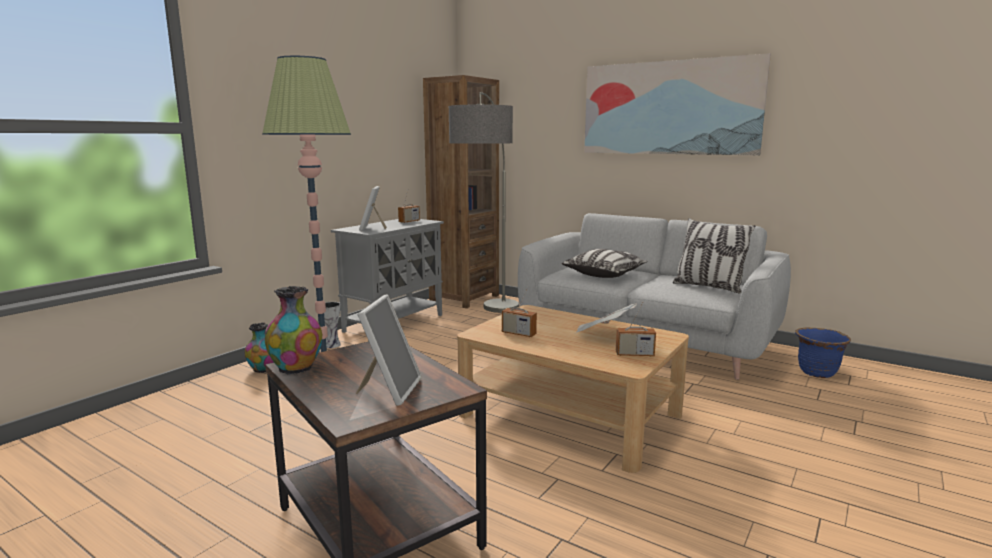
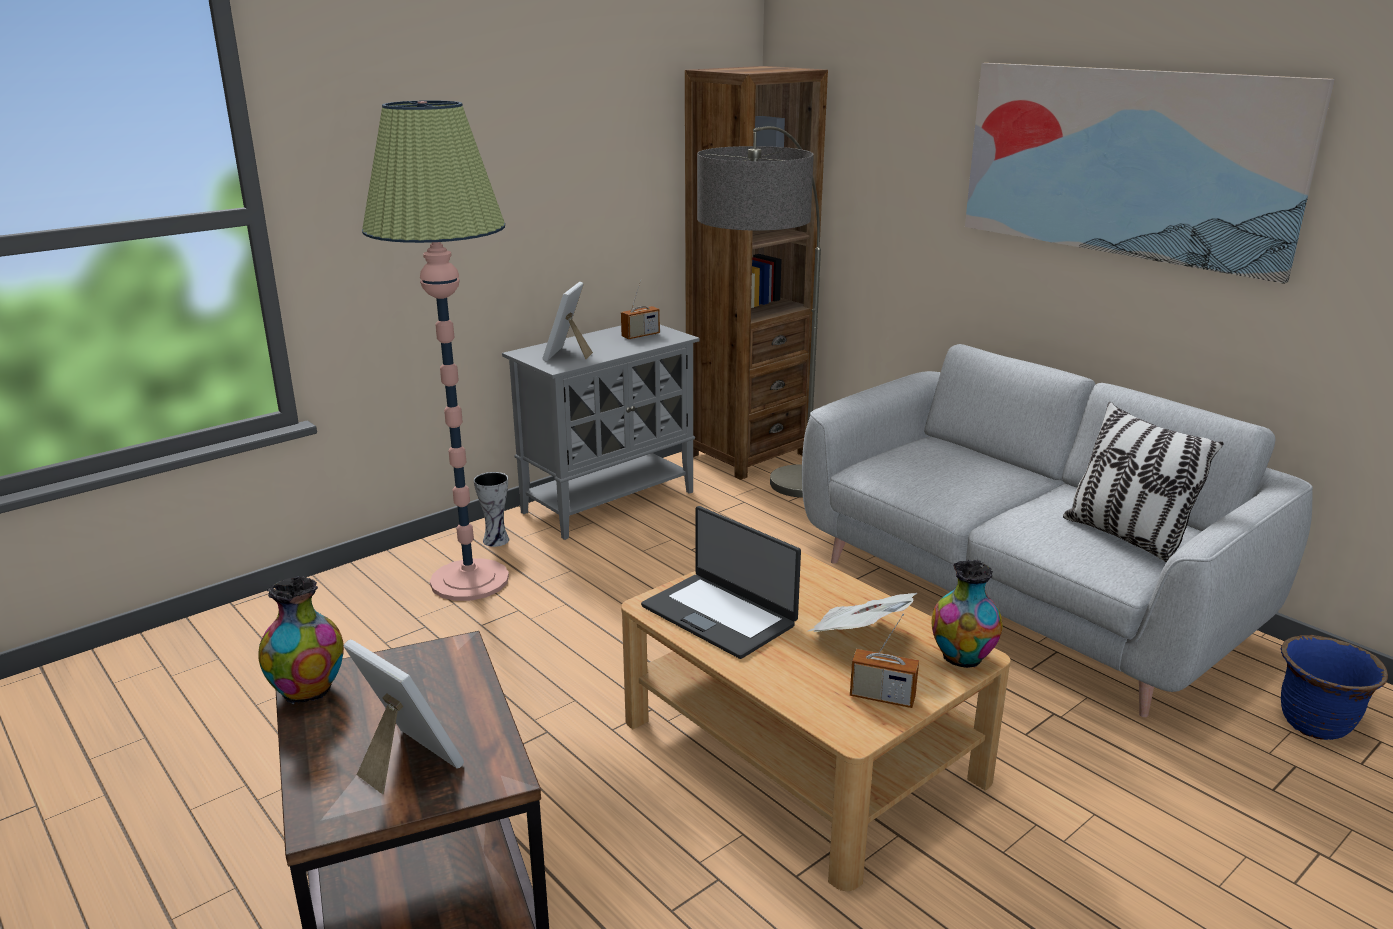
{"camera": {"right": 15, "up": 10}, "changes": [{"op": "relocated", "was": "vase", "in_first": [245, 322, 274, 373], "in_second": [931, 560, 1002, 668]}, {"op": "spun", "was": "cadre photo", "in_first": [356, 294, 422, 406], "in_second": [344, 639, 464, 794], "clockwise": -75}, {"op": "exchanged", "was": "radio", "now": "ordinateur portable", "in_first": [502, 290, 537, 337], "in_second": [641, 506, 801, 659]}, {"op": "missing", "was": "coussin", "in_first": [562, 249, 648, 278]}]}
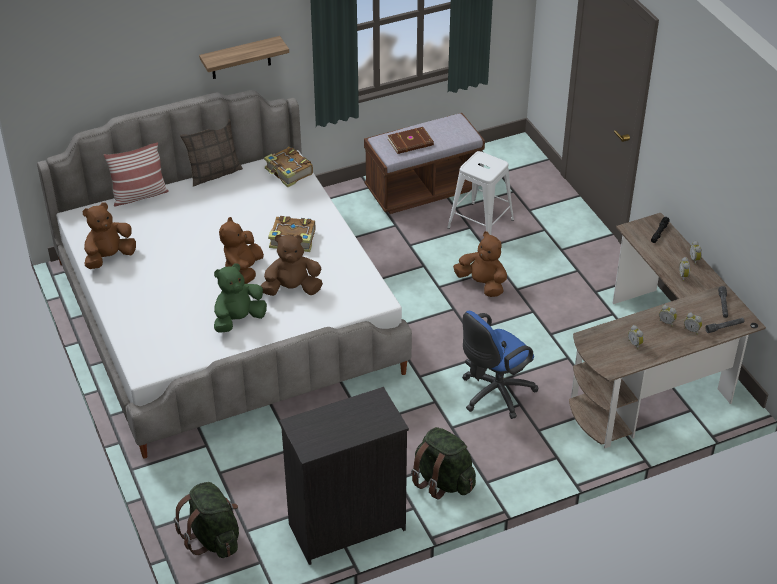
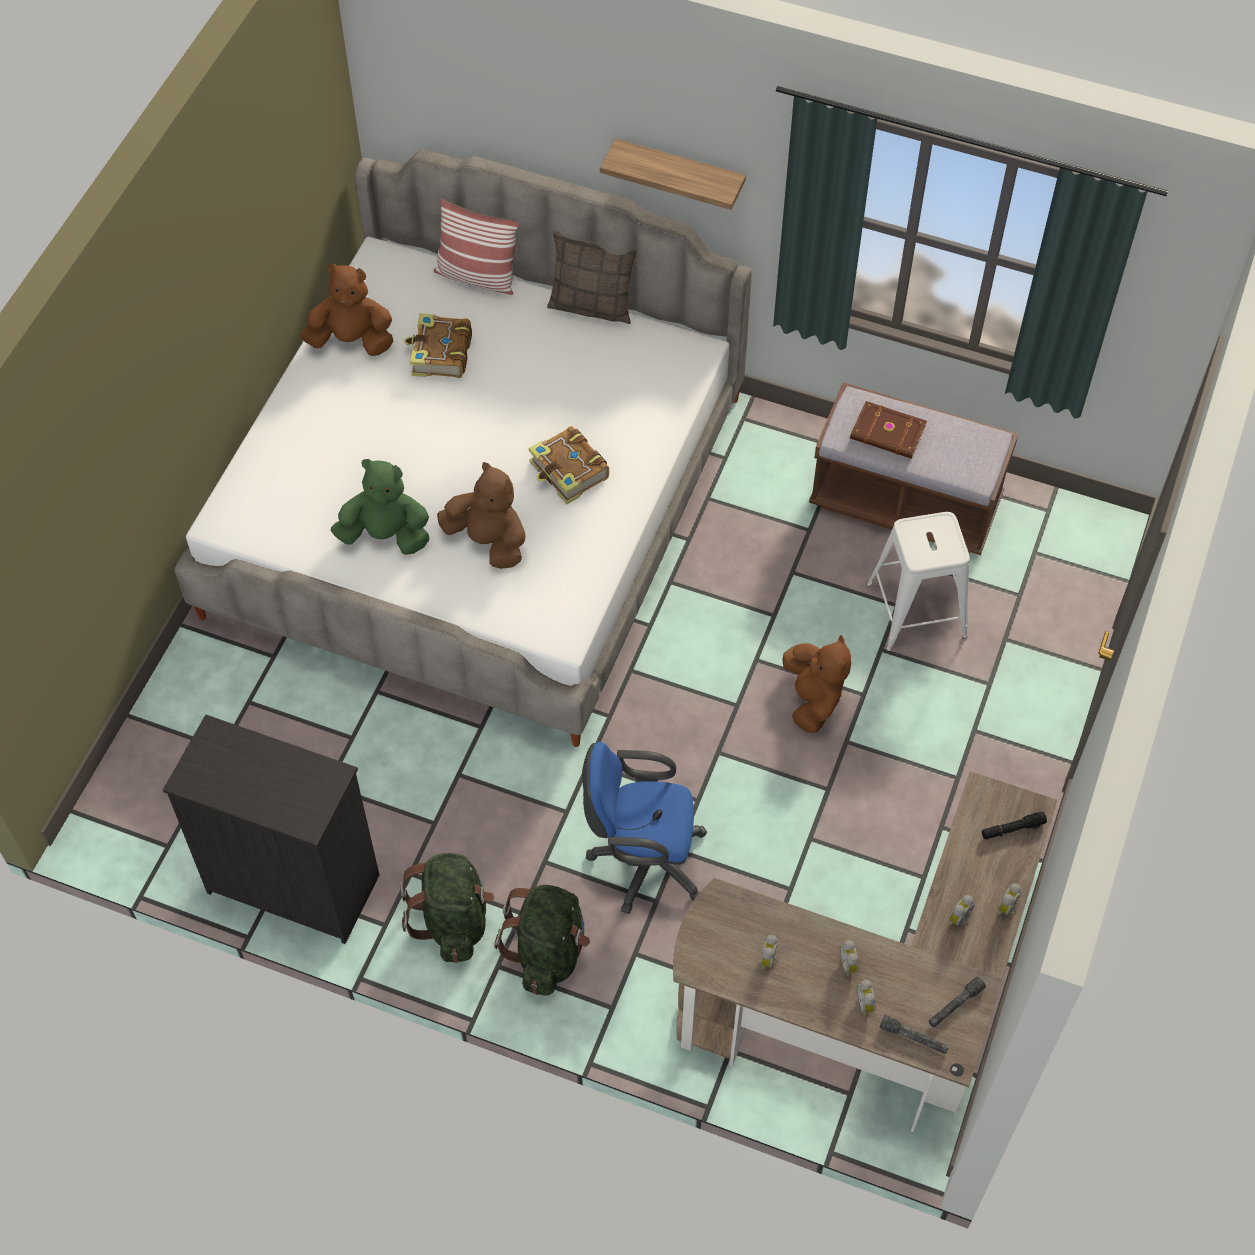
{"camera": {"right": 45, "up": 15}, "changes": [{"op": "relocated", "was": "sac à dos (vert)", "in_first": [174, 482, 239, 558], "in_second": [494, 885, 590, 996]}, {"op": "missing", "was": "peluche (marron)", "in_first": [219, 217, 264, 284]}, {"op": "relocated", "was": "livre", "in_first": [264, 147, 313, 187], "in_second": [404, 313, 472, 378]}]}
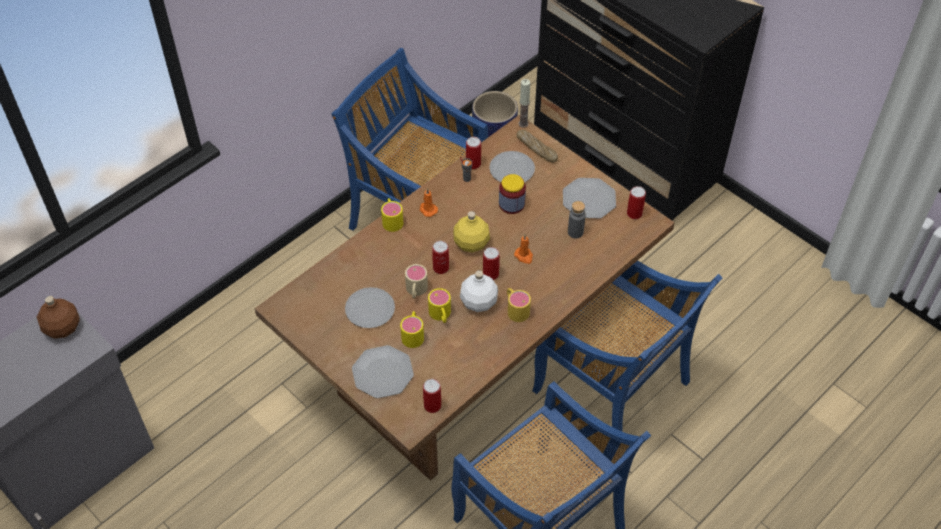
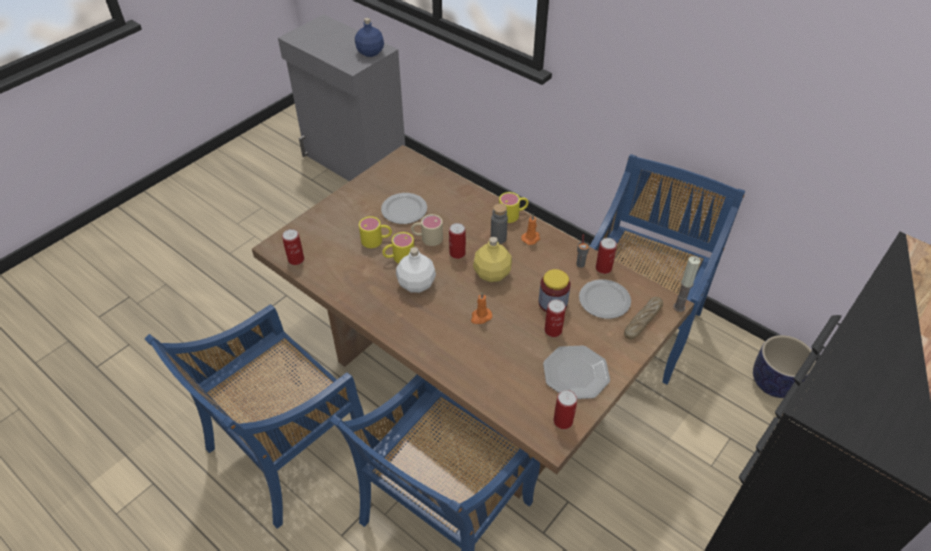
{"camera": {"right": 85, "up": -5}, "changes": [{"op": "colour", "was": "bouteille (marron)", "now": "bouteille (bleu)", "in_first": [37, 296, 79, 338], "in_second": [355, 18, 384, 57]}, {"op": "missing", "was": "assiette", "in_first": [352, 345, 414, 398]}, {"op": "relocated", "was": "boîte métallique", "in_first": [483, 247, 500, 280], "in_second": [545, 300, 566, 337]}, {"op": "missing", "was": "mug (jaune)", "in_first": [507, 288, 531, 322]}, {"op": "relocated", "was": "bouteille (gris)", "in_first": [568, 201, 586, 239], "in_second": [491, 203, 508, 244]}]}
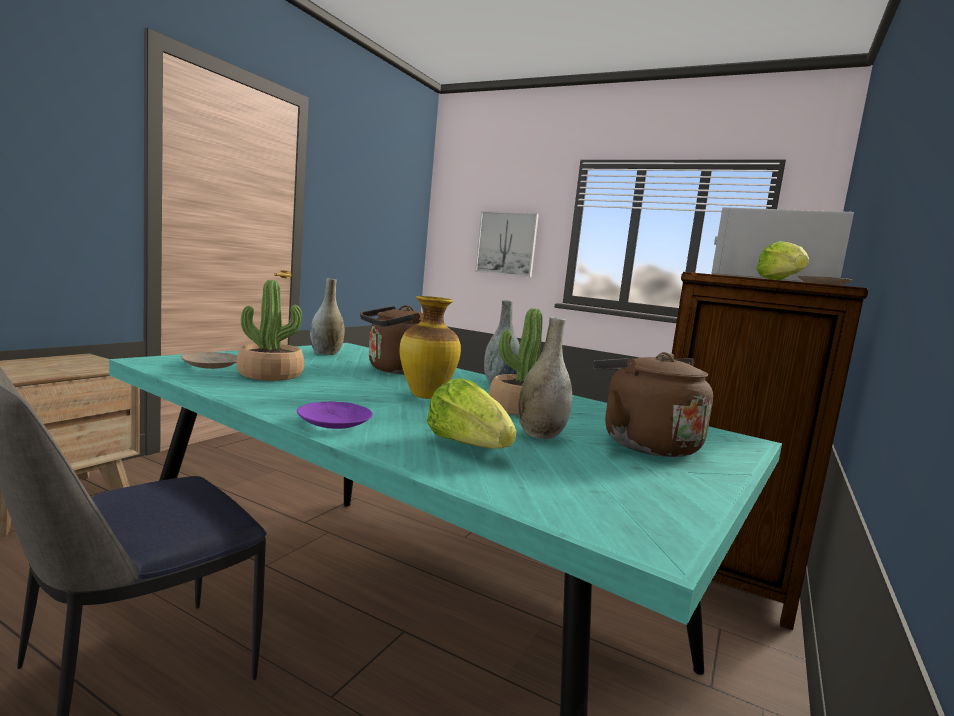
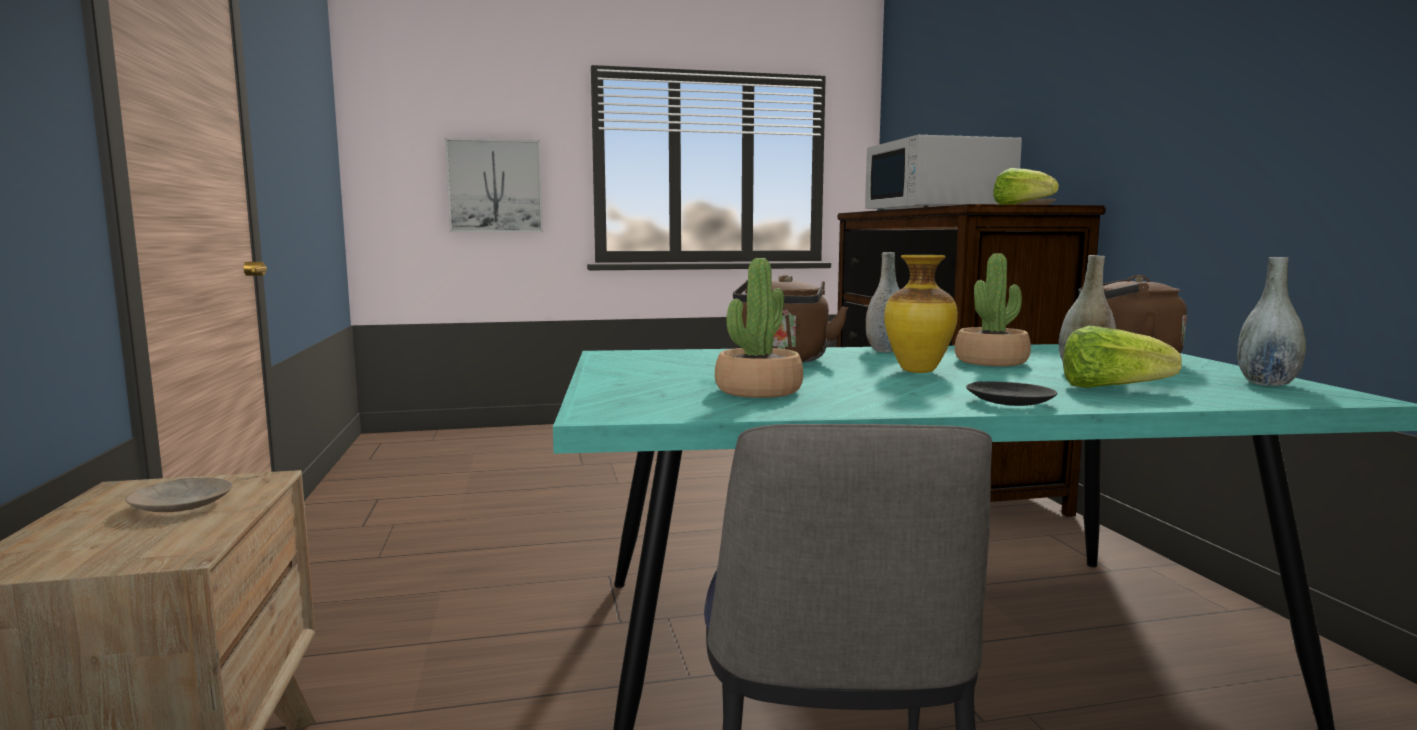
{"camera": {"right": -40, "up": 0}, "changes": [{"op": "relocated", "was": "assiette (beige)", "in_first": [181, 352, 237, 369], "in_second": [125, 478, 233, 512]}, {"op": "colour", "was": "assiette (violet)", "now": "assiette (noir)", "in_first": [297, 402, 373, 429], "in_second": [966, 381, 1057, 406]}, {"op": "relocated", "was": "vase (gris)", "in_first": [310, 278, 344, 355], "in_second": [1237, 257, 1306, 386]}]}
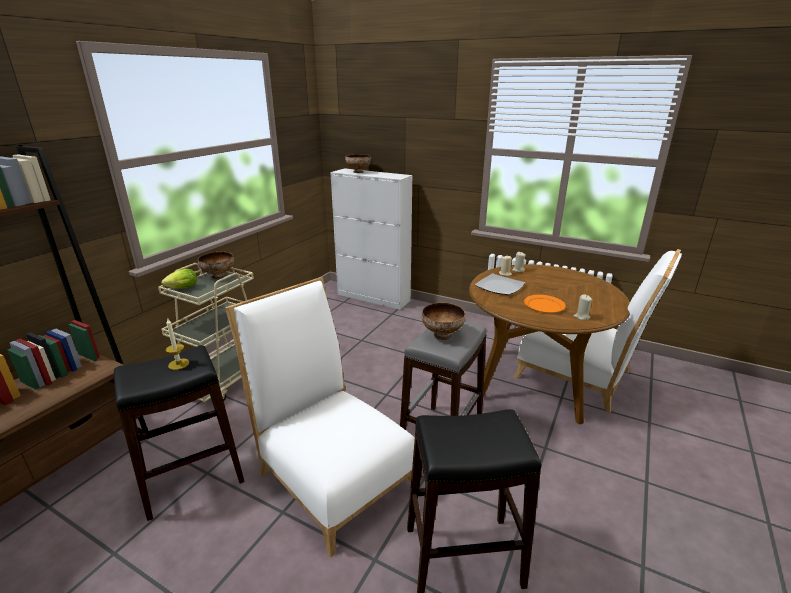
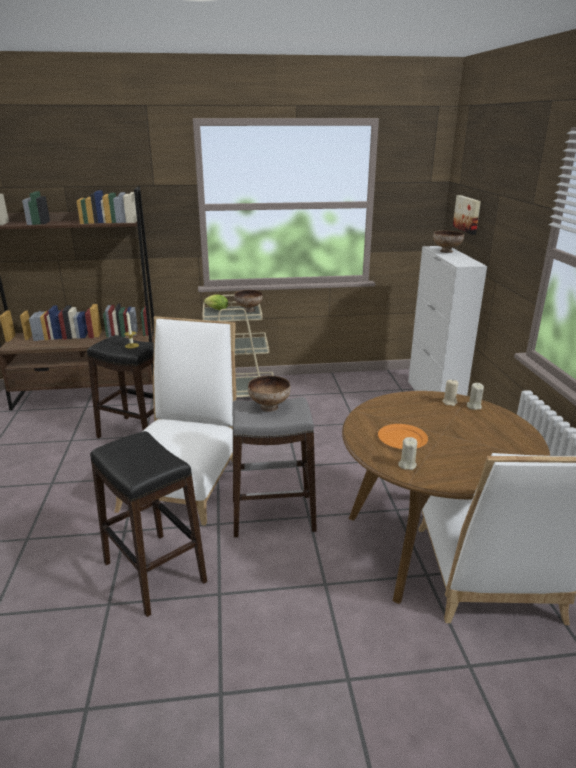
{"camera": {"right": 55, "up": 0}, "changes": [{"op": "missing", "was": "assiette", "in_first": [475, 274, 525, 295]}, {"op": "appeared", "now": "tableau", "in_second": [453, 195, 481, 235]}]}
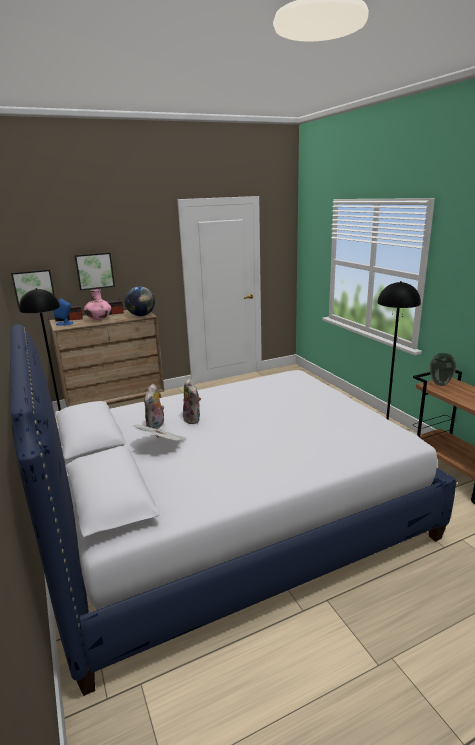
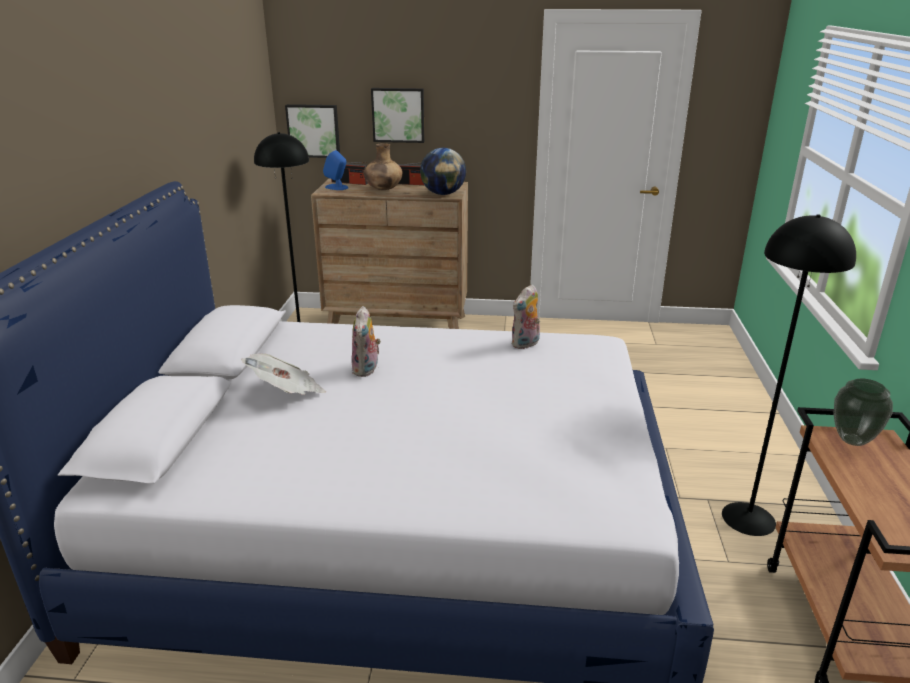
{"camera": {"right": 30, "up": 5}, "changes": [{"op": "colour", "was": "vase (rose)", "now": "vase (marron)", "in_first": [84, 289, 111, 320], "in_second": [363, 143, 403, 190]}, {"op": "relocated", "was": "peluche", "in_first": [144, 384, 164, 429], "in_second": [511, 284, 540, 349]}]}
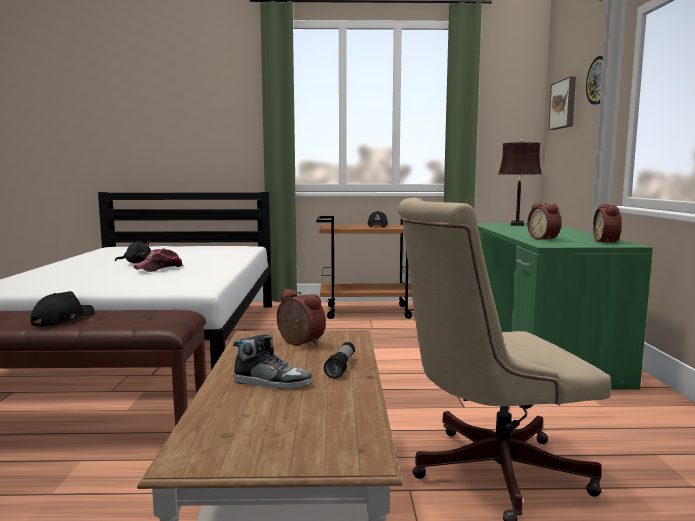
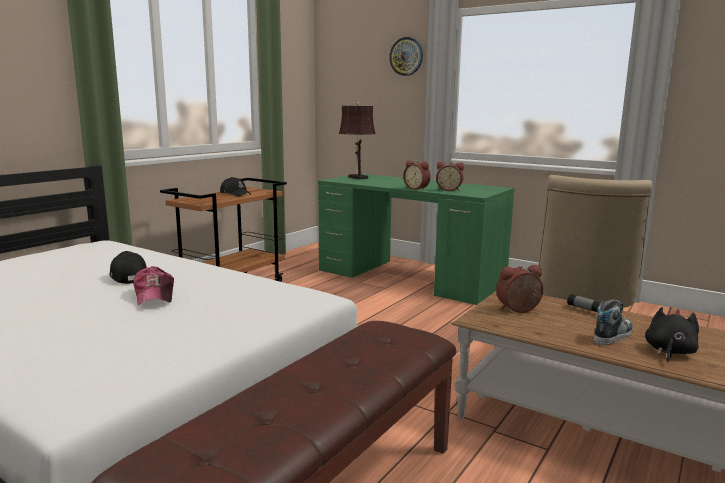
{"camera": {"right": -55, "up": 5}, "changes": [{"op": "relocated", "was": "casquette (noir)", "in_first": [31, 291, 94, 327], "in_second": [109, 251, 147, 284]}, {"op": "relocated", "was": "peluche (noir)", "in_first": [115, 240, 151, 263], "in_second": [645, 307, 699, 362]}, {"op": "missing", "was": "tableau", "in_first": [548, 76, 576, 130]}, {"op": "relocated", "was": "réveil", "in_first": [593, 204, 622, 244], "in_second": [403, 160, 431, 190]}]}
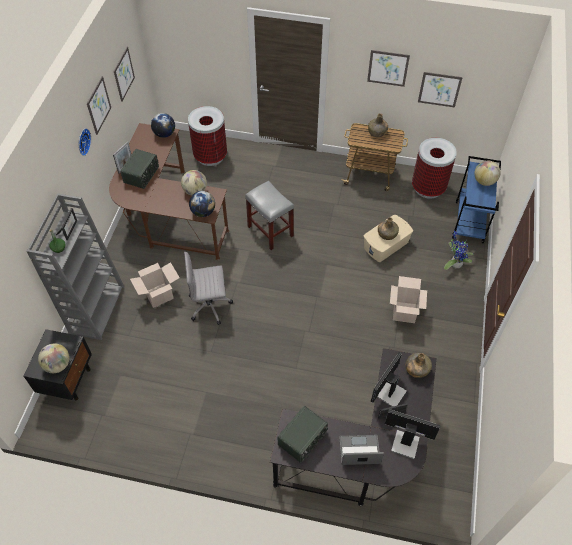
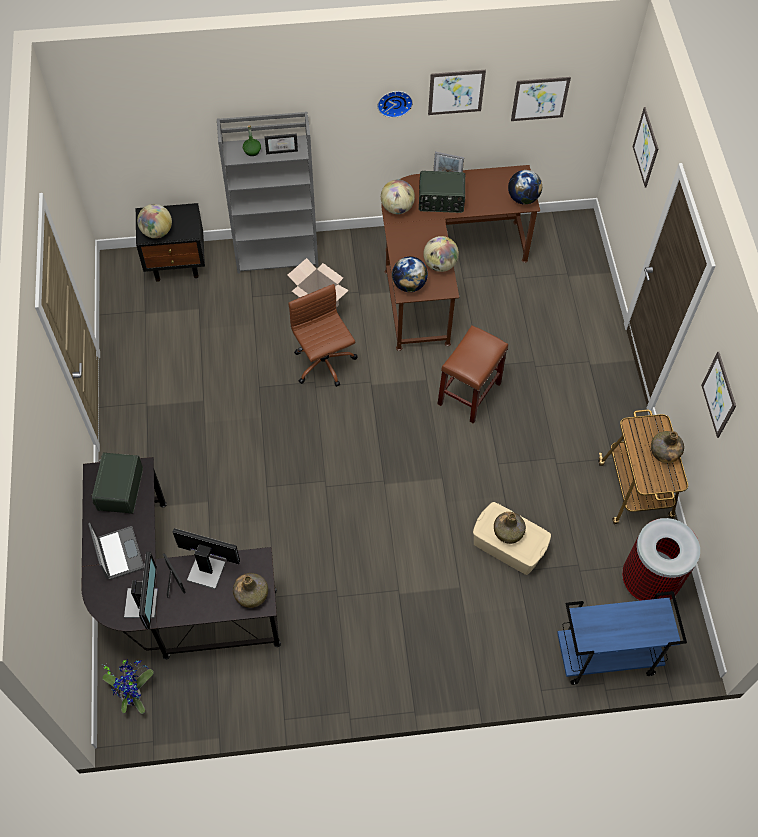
{"camera": {"right": 70, "up": 5}, "changes": [{"op": "colour", "was": "chaise de bureau (gris)", "now": "chaise de bureau (marron)", "in_first": [184, 252, 233, 325], "in_second": [288, 284, 358, 387]}, {"op": "missing", "was": "poubelle", "in_first": [188, 106, 227, 166]}, {"op": "colour", "was": "tabouret (gris)", "now": "tabouret (marron)", "in_first": [245, 181, 294, 250], "in_second": [437, 326, 508, 424]}, {"op": "spun", "was": "radio", "in_first": [278, 406, 328, 463], "in_second": [91, 452, 143, 514], "clockwise": 75}, {"op": "missing", "was": "carton", "in_first": [390, 276, 427, 323]}, {"op": "relocated", "was": "tableau", "in_first": [418, 72, 463, 108], "in_second": [632, 107, 659, 188]}, {"op": "relocated", "was": "plante en pot", "in_first": [444, 231, 474, 270], "in_second": [102, 660, 154, 714]}, {"op": "relocated", "was": "globe", "in_first": [474, 161, 501, 186], "in_second": [381, 179, 415, 214]}]}
